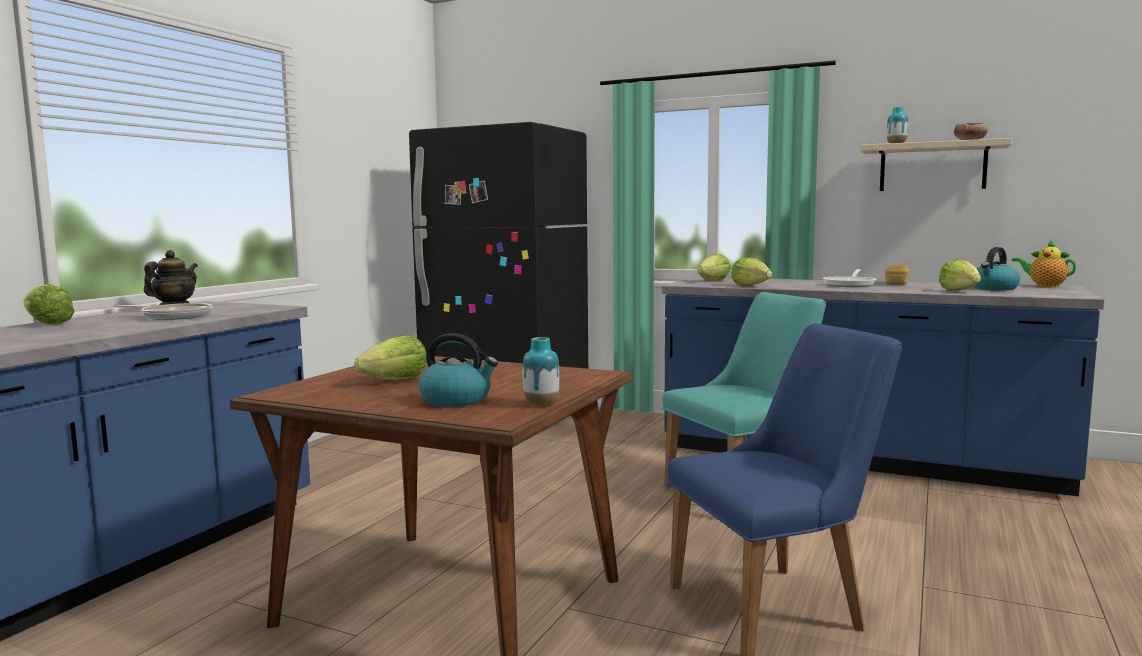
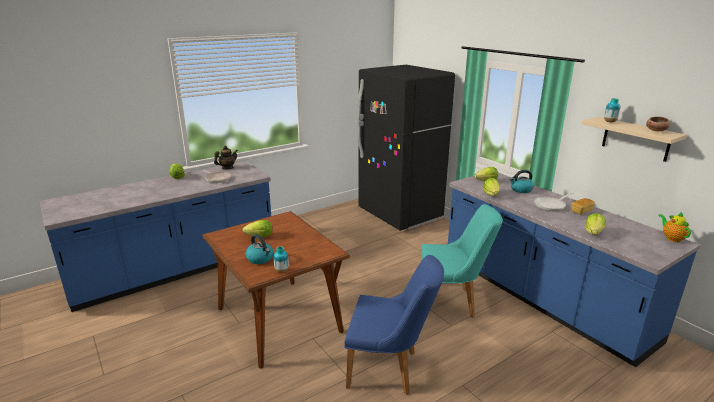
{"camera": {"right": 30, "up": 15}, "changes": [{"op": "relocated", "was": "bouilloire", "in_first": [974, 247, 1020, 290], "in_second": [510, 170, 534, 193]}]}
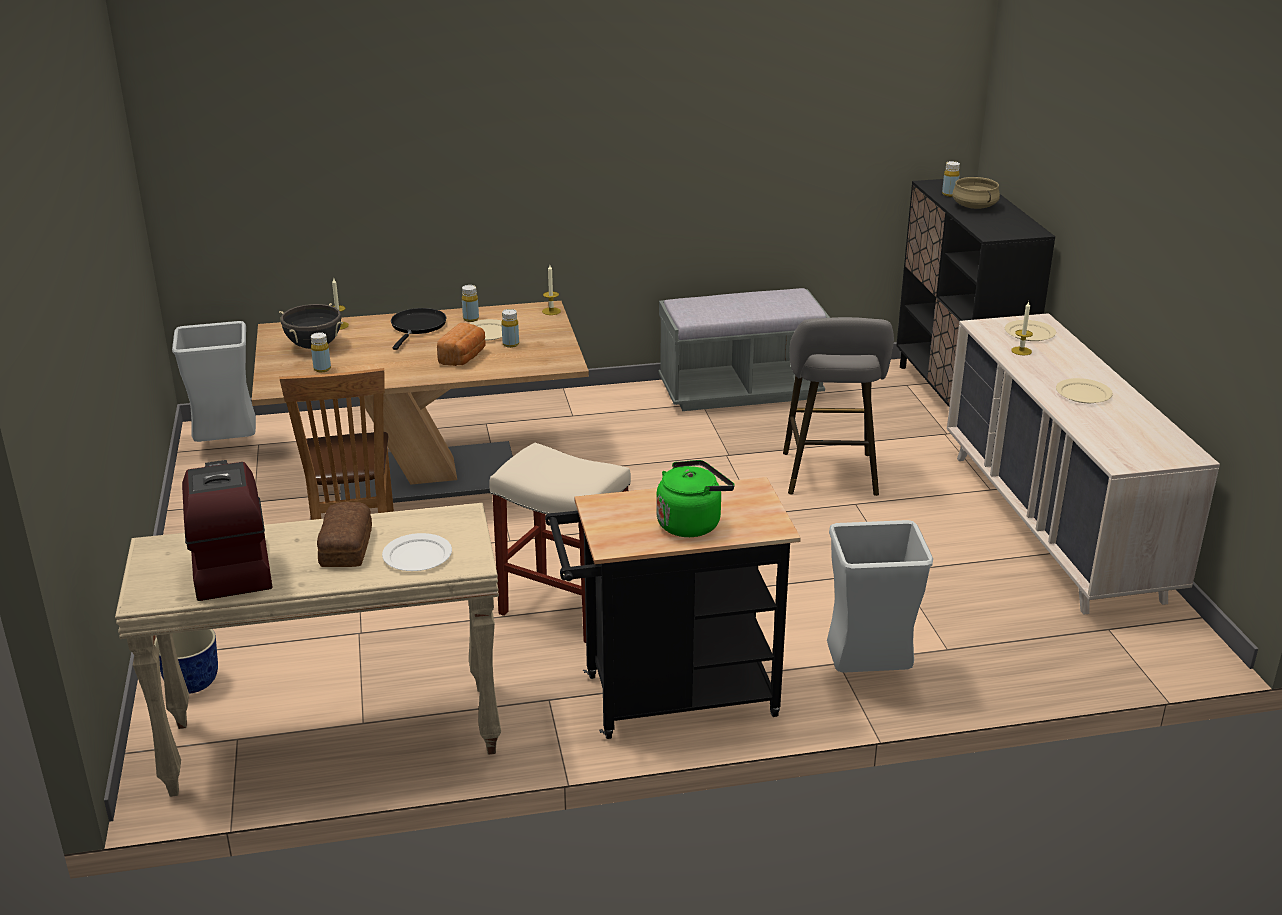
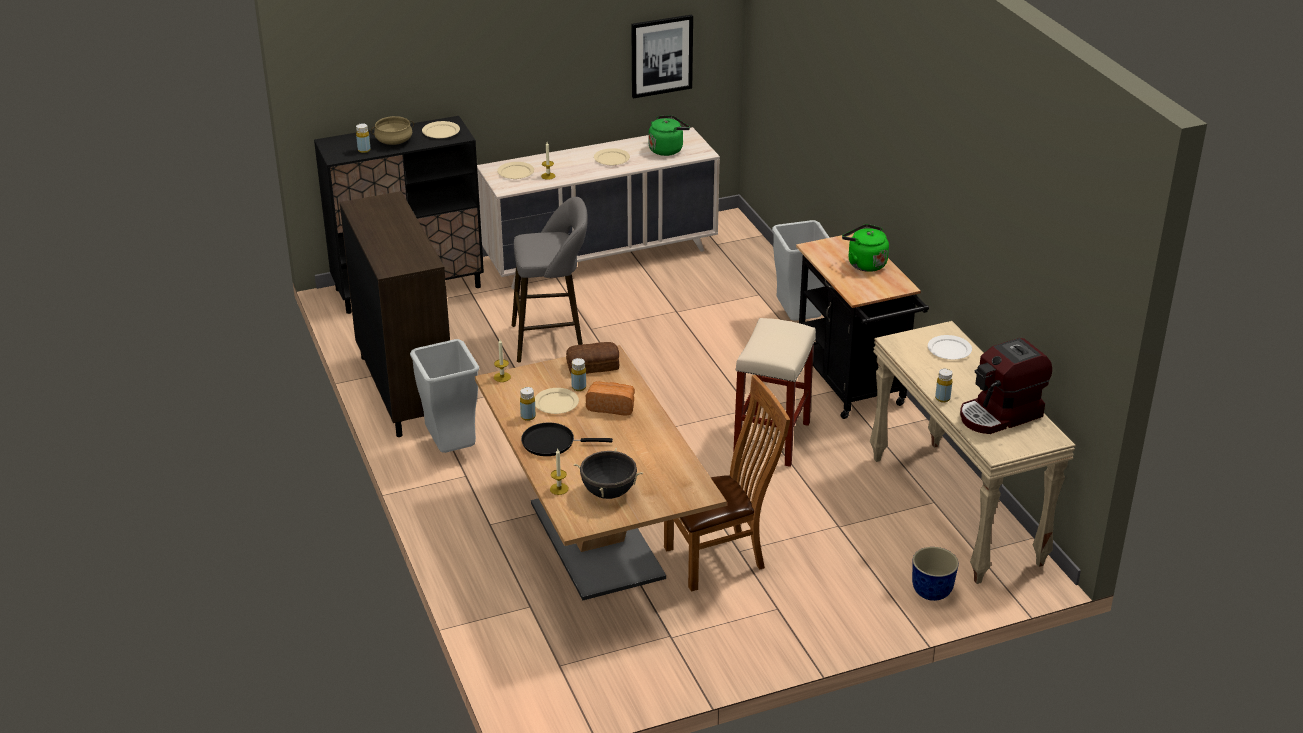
{"camera": {"right": -100, "up": 5}, "changes": [{"op": "relocated", "was": "poubelle (gris)", "in_first": [172, 321, 256, 442], "in_second": [410, 339, 479, 453]}, {"op": "relocated", "was": "bouteille (jaune)", "in_first": [311, 332, 331, 372], "in_second": [935, 368, 952, 403]}, {"op": "relocated", "was": "pain", "in_first": [317, 502, 372, 567], "in_second": [566, 342, 619, 374]}, {"op": "exchanged", "was": "banc (gris)", "now": "meuble de rangement (marron)", "in_first": [658, 288, 830, 411], "in_second": [340, 191, 450, 437]}, {"op": "appeared", "now": "assiette (beige)", "in_second": [422, 121, 460, 139]}, {"op": "appeared", "now": "tableau", "in_second": [631, 14, 693, 98]}, {"op": "appeared", "now": "bouilloire (vert)", "in_second": [649, 115, 690, 156]}]}
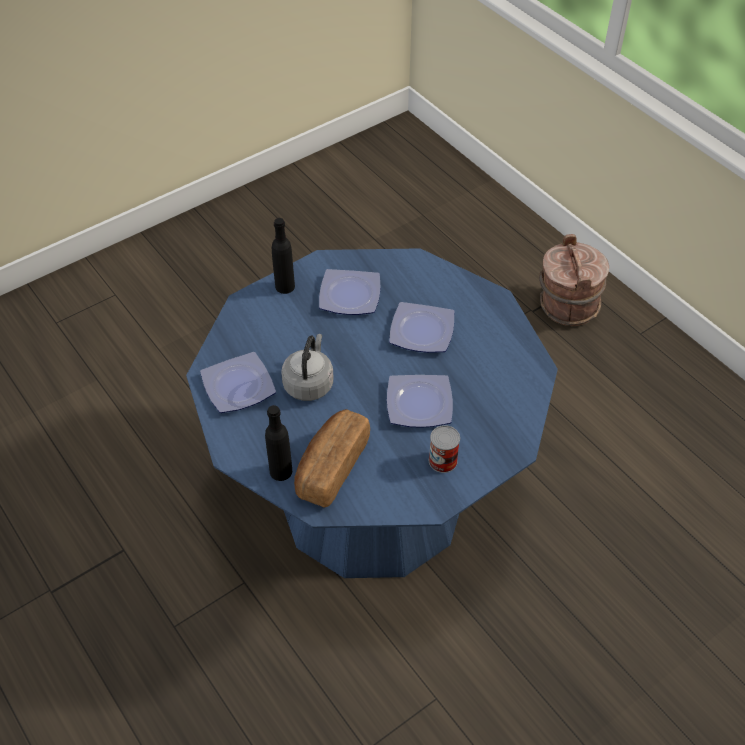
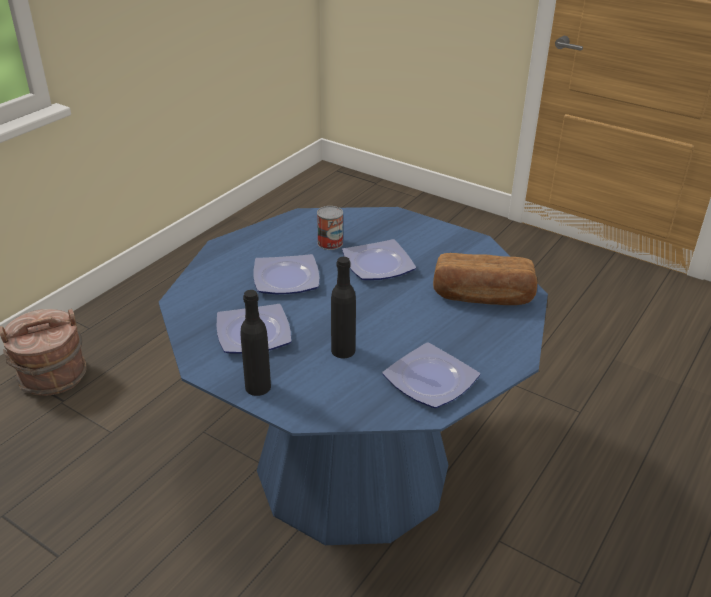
{"camera": {"right": -110, "up": -15}, "changes": [{"op": "relocated", "was": "bouteille (noir)", "in_first": [265, 405, 292, 481], "in_second": [331, 257, 356, 358]}, {"op": "missing", "was": "bouilloire (gris)", "in_first": [281, 334, 333, 401]}, {"op": "relocated", "was": "boîte métallique", "in_first": [429, 425, 460, 473], "in_second": [317, 206, 343, 250]}]}
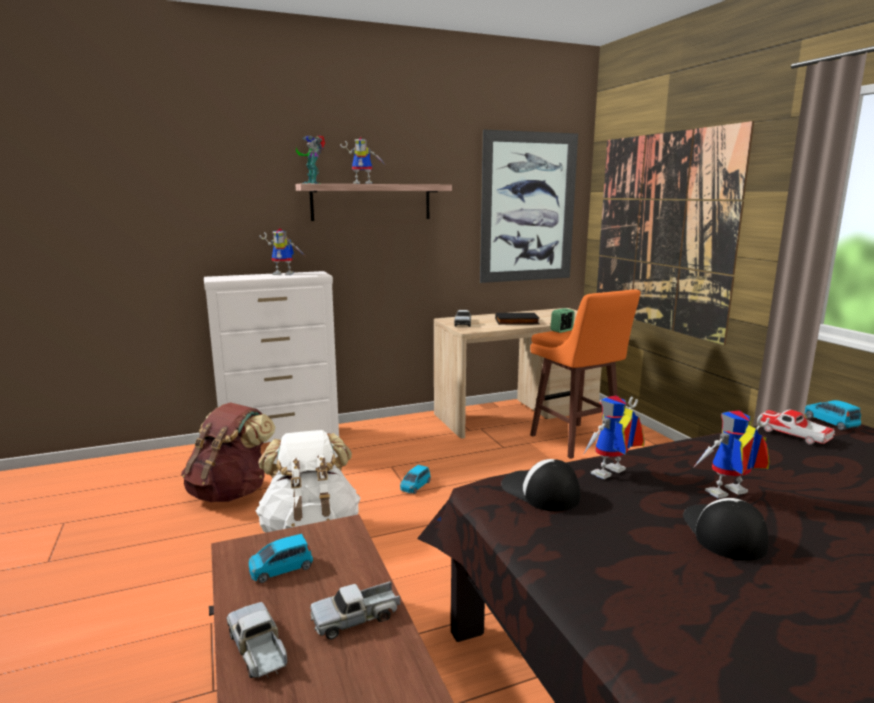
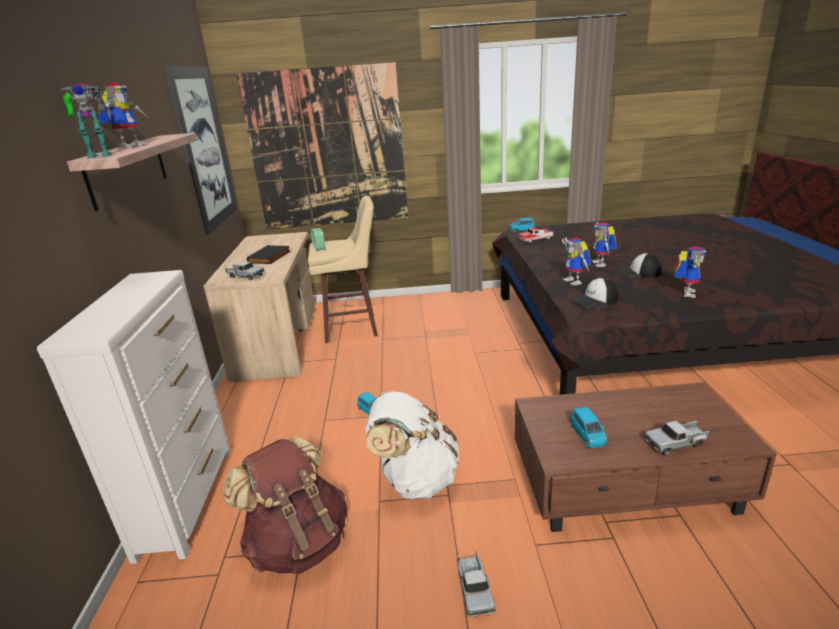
{"camera": {"right": -70, "up": 10}, "changes": [{"op": "relocated", "was": "robot jouet", "in_first": [259, 228, 305, 275], "in_second": [674, 246, 706, 298]}, {"op": "relocated", "was": "camion jouet", "in_first": [310, 581, 400, 639], "in_second": [458, 551, 496, 617]}, {"op": "colour", "was": "tabouret (orange)", "now": "tabouret (beige)", "in_first": [530, 289, 641, 459], "in_second": [308, 196, 378, 343]}]}
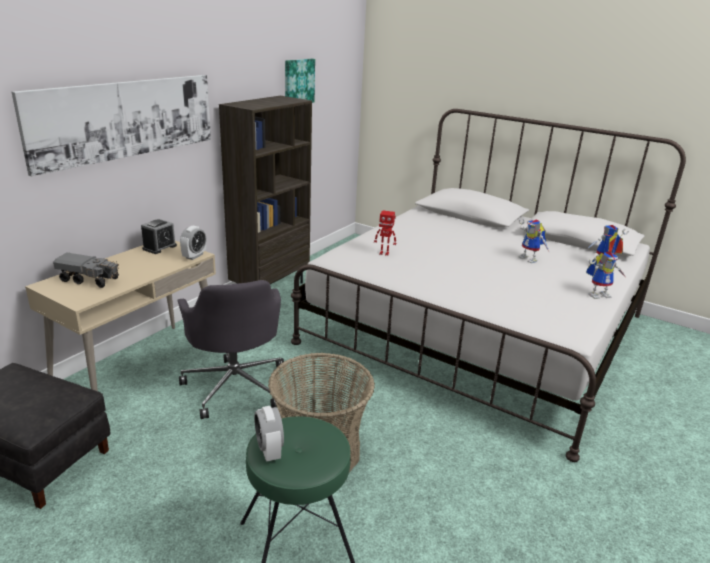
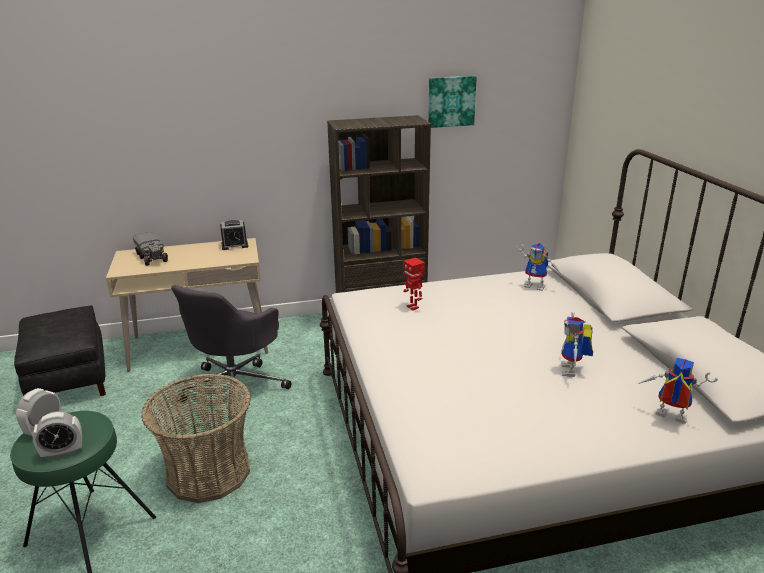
{"camera": {"right": 45, "up": 0}, "changes": [{"op": "missing", "was": "tableau", "in_first": [12, 75, 211, 176]}, {"op": "relocated", "was": "réveil", "in_first": [180, 226, 206, 260], "in_second": [33, 411, 82, 460]}, {"op": "relocated", "was": "robot jouet", "in_first": [586, 252, 625, 299], "in_second": [516, 243, 562, 291]}]}
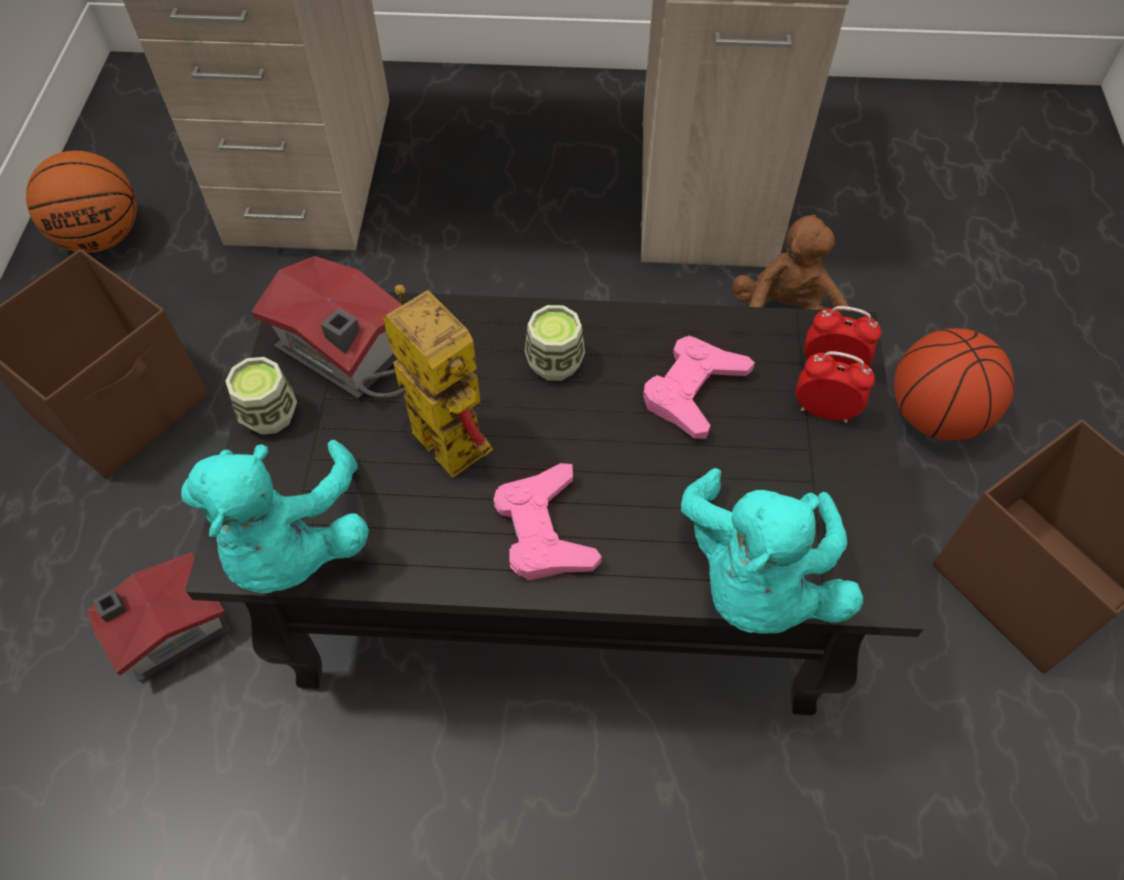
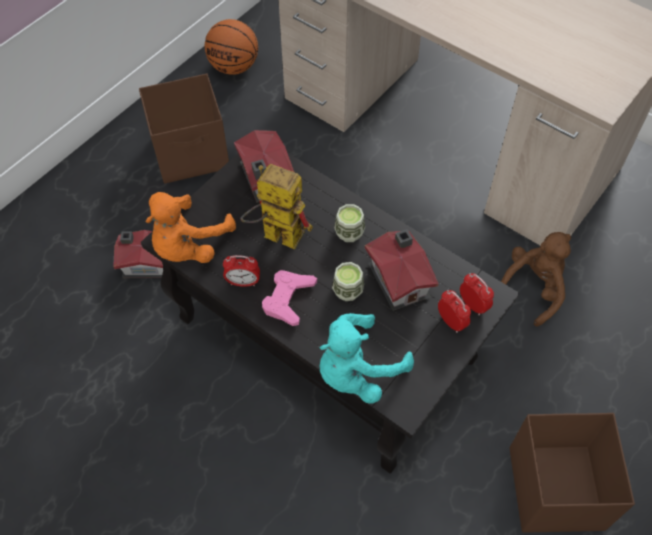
{"camera": {"right": 35, "up": 0}, "changes": [{"op": "colour", "was": "peluche (turquoise)", "now": "peluche (orange)", "in_first": [181, 440, 369, 593], "in_second": [145, 192, 236, 263]}, {"op": "relocated", "was": "tasse", "in_first": [225, 357, 297, 435], "in_second": [332, 262, 364, 301]}, {"op": "spun", "was": "robot jouet", "in_first": [358, 285, 493, 478], "in_second": [241, 164, 313, 250], "clockwise": -60}, {"op": "exchanged", "was": "manette (rose)", "now": "maison miniature", "in_first": [643, 336, 755, 439], "in_second": [365, 229, 439, 311]}, {"op": "missing", "was": "ballon de basket", "in_first": [894, 328, 1014, 440]}, {"op": "appeared", "now": "réveil", "in_second": [223, 255, 260, 287]}]}
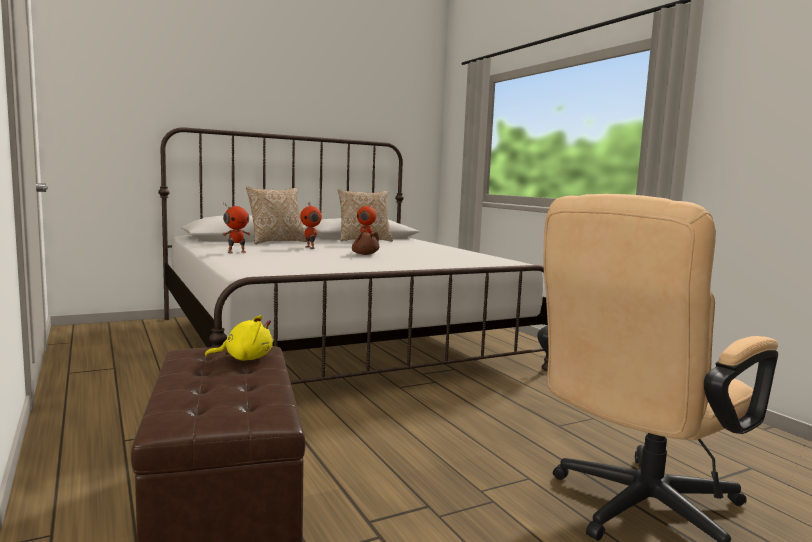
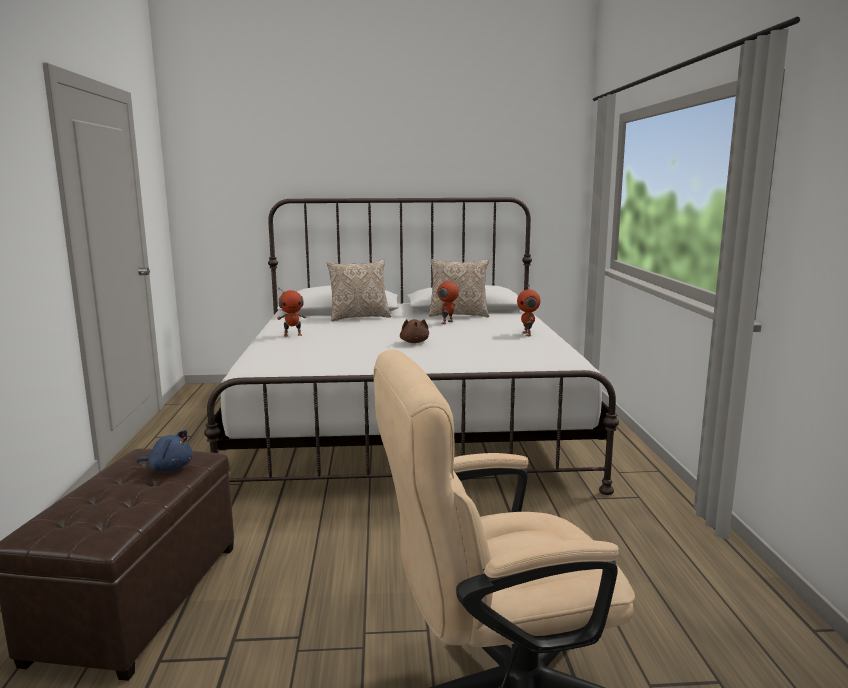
{"camera": {"right": 25, "up": 5}, "changes": [{"op": "colour", "was": "peluche (jaune)", "now": "peluche (bleu)", "in_first": [205, 315, 273, 361], "in_second": [137, 430, 193, 471]}, {"op": "relocated", "was": "robot jouet", "in_first": [300, 203, 322, 249], "in_second": [517, 284, 541, 337]}]}
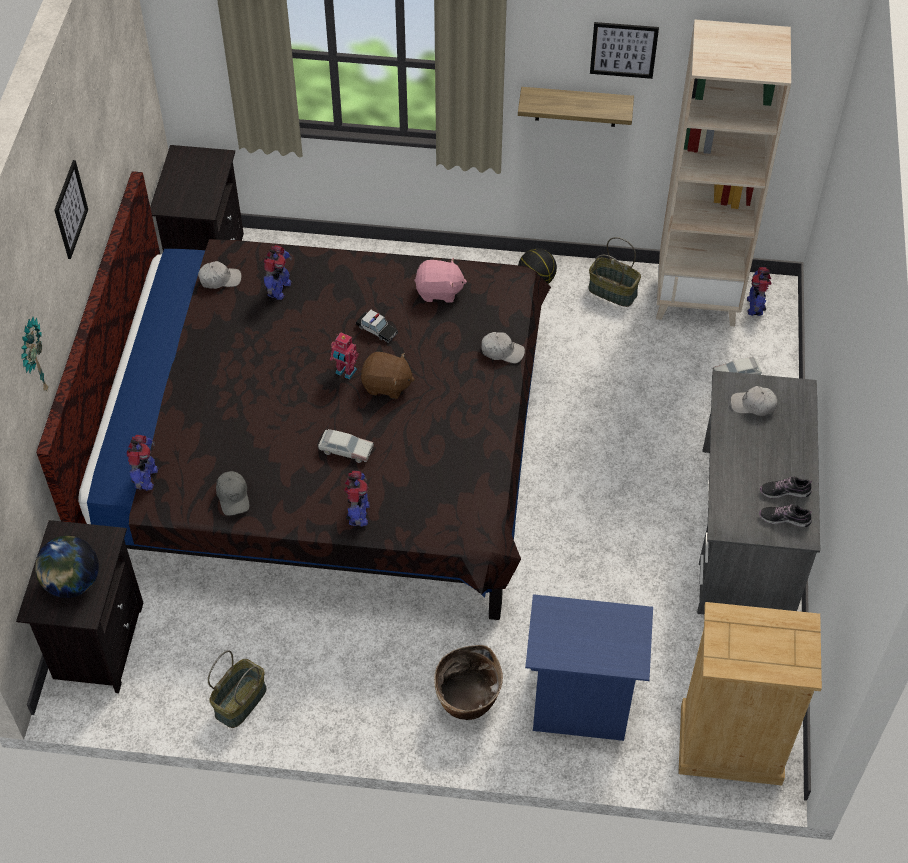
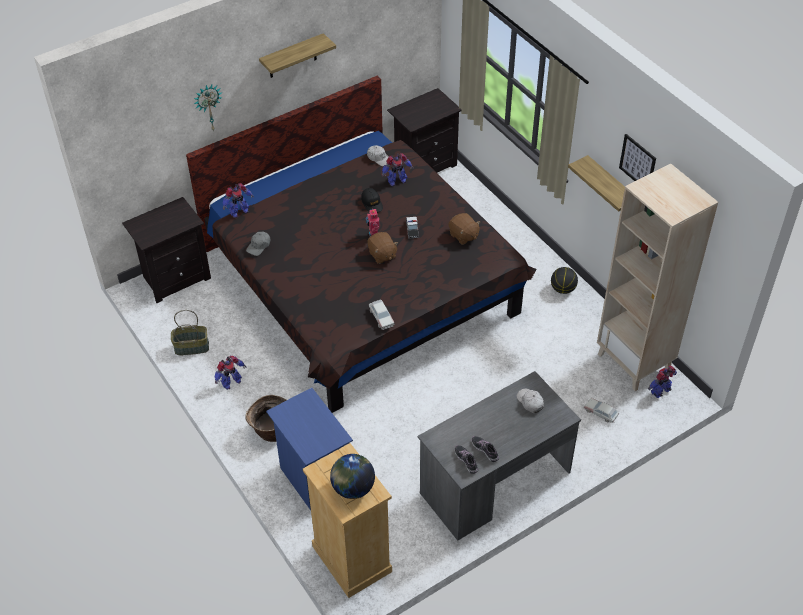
{"camera": {"right": 50, "up": -5}, "changes": [{"op": "relocated", "was": "globe", "in_first": [35, 536, 99, 598], "in_second": [330, 454, 375, 499]}, {"op": "exchanged", "was": "tableau", "now": "étagère", "in_first": [54, 160, 88, 259], "in_second": [259, 33, 336, 78]}, {"op": "relocated", "was": "petite voiture", "in_first": [318, 429, 374, 463], "in_second": [369, 300, 395, 330]}, {"op": "relocated", "was": "robot jouet", "in_first": [344, 471, 370, 527], "in_second": [214, 355, 246, 390]}, {"op": "colour", "was": "peluche (rose)", "now": "peluche (marron)", "in_first": [414, 258, 467, 303], "in_second": [449, 213, 480, 245]}, {"op": "missing", "was": "casquette (blanc)", "in_first": [482, 332, 525, 363]}, {"op": "missing", "was": "panier", "in_first": [588, 237, 641, 307]}, {"op": "appeared", "now": "casquette (noir)", "in_second": [361, 188, 383, 213]}]}
